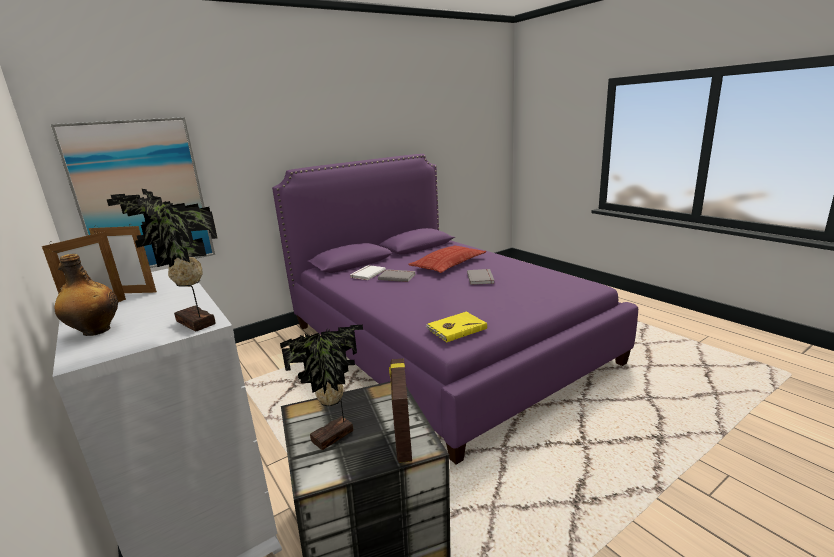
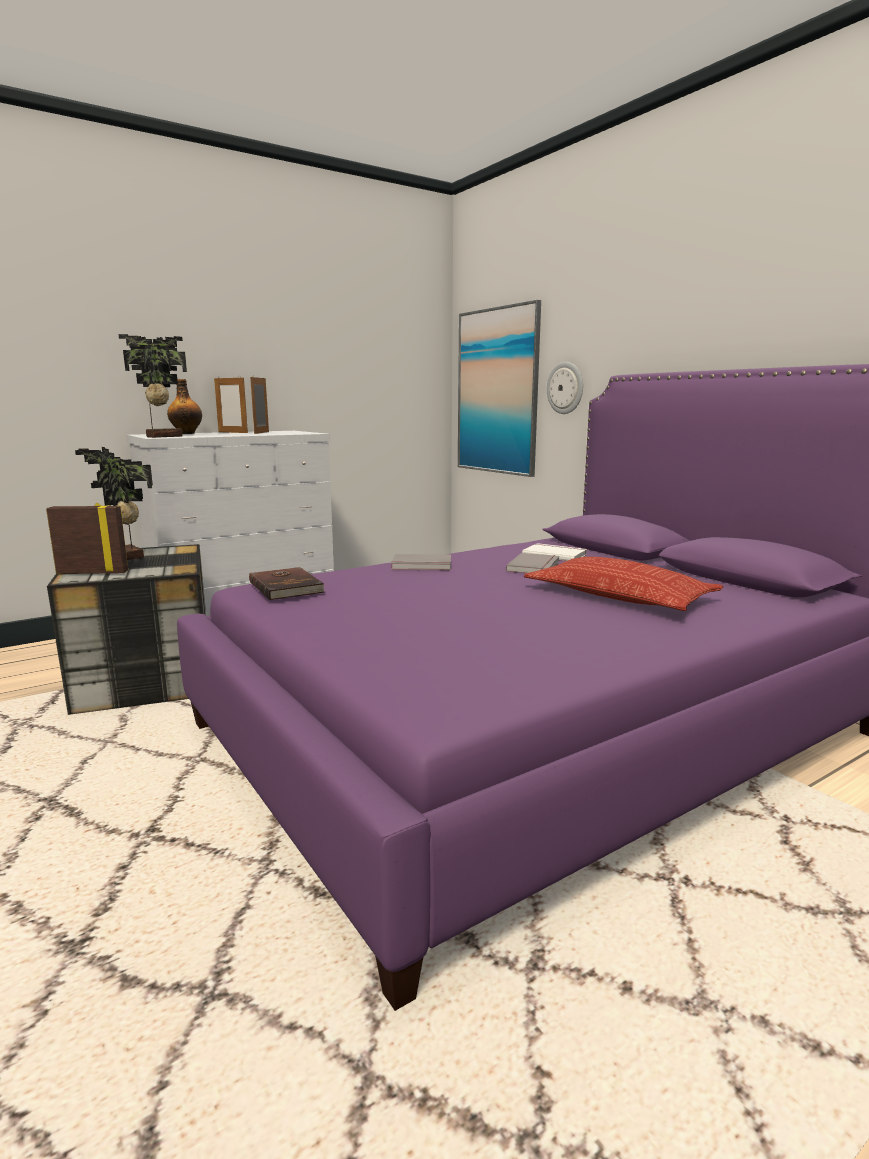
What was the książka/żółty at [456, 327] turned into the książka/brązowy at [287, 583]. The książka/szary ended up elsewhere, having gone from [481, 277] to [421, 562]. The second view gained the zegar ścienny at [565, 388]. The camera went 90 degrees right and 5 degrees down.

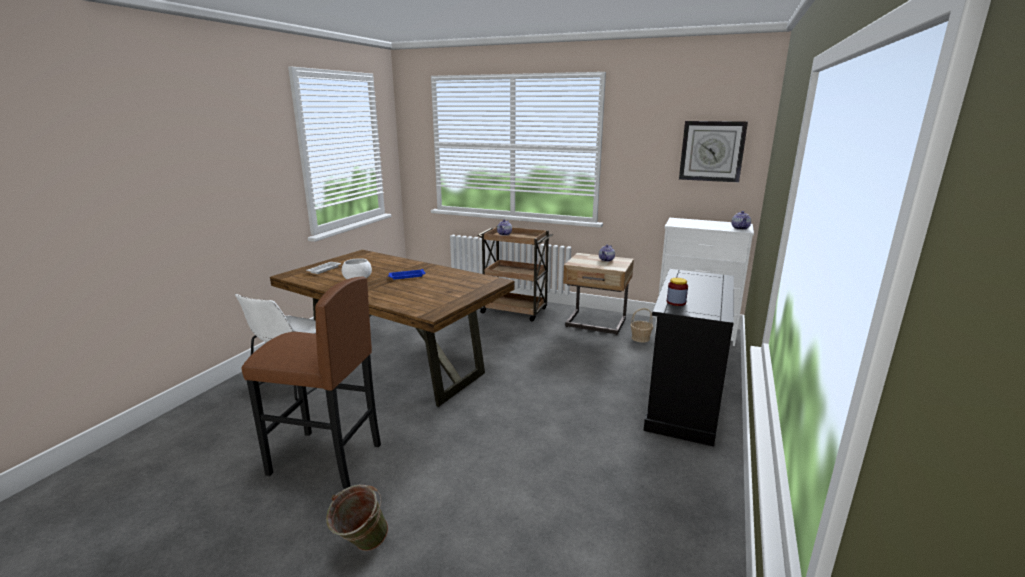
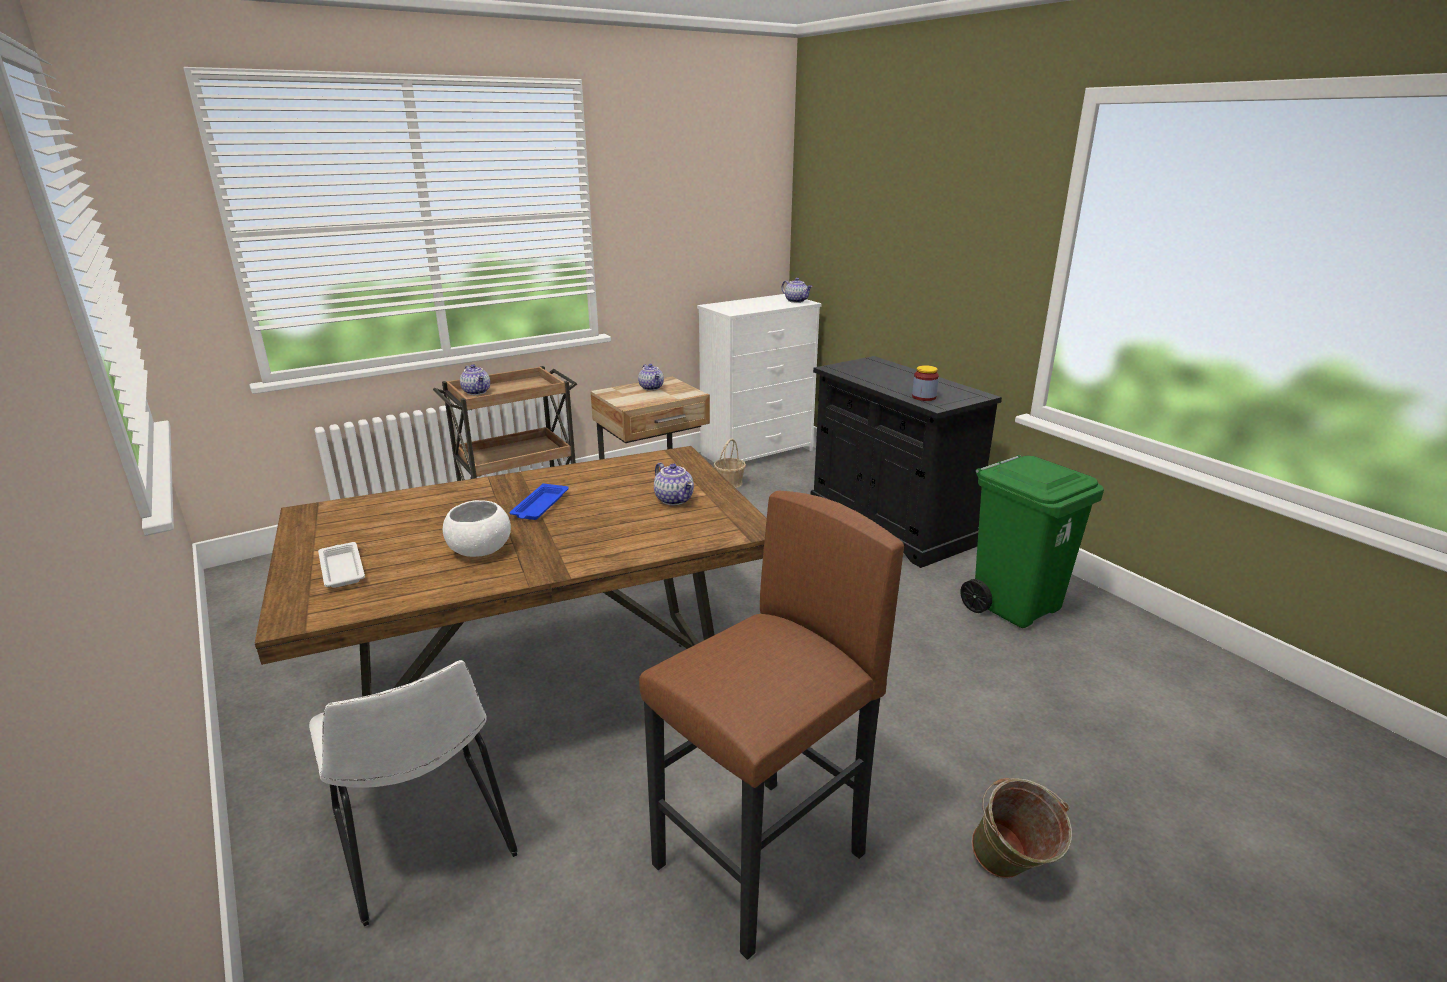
The second view lost the zegar ścienny at [713, 151]. The second view gained the imbryk at [674, 483]. The second view gained the kosz na śmieci/zielony at [1032, 541]. The camera went 55 degrees left and 5 degrees up.

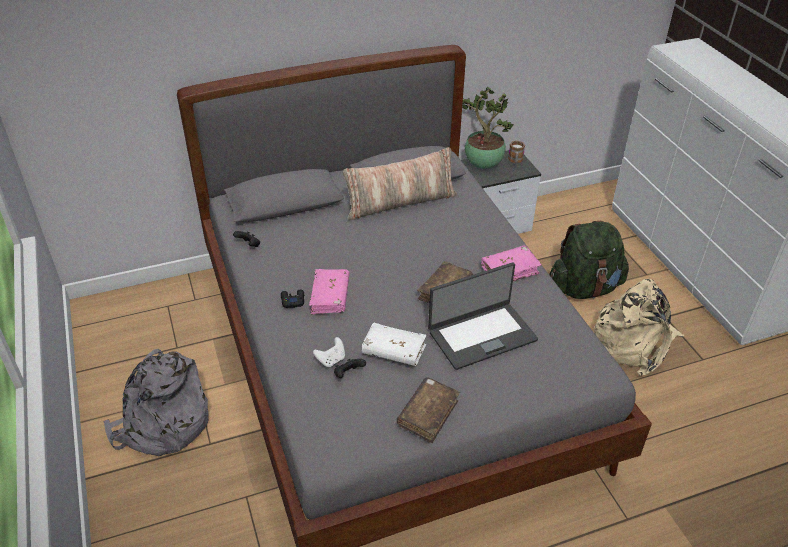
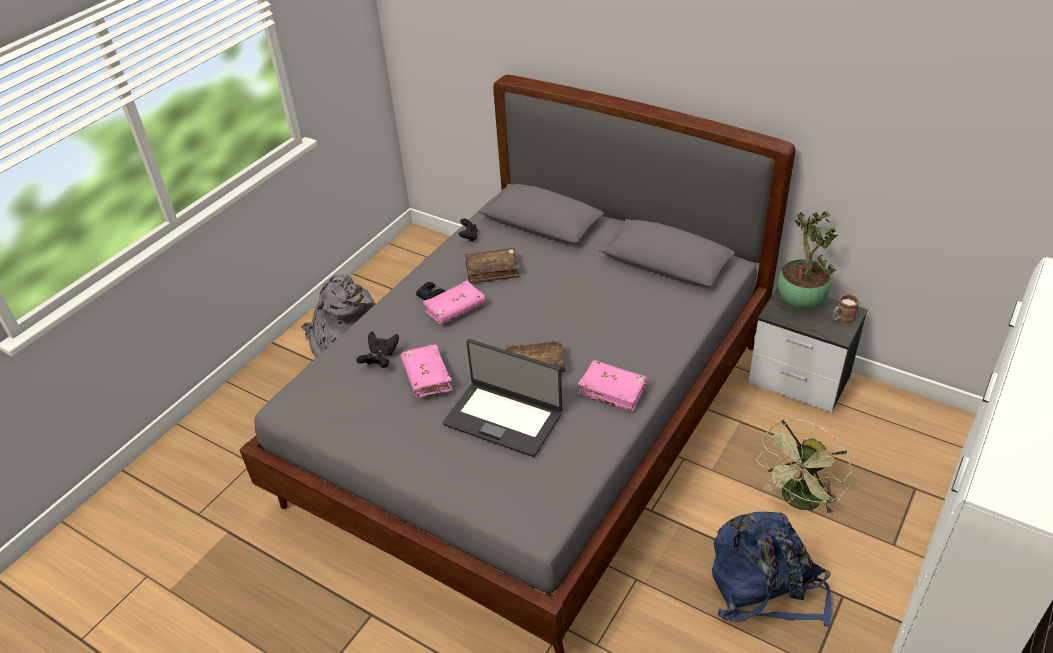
What was the pad do gier/biały at [329, 352] turned into the pad do gier/czarny at [383, 343]. The second view lost the poduszka at [400, 183]. What was the książka/biały at [394, 344] turned into the książka/różowy at [426, 370]. The książka/brązowy ended up elsewhere, having gone from [428, 410] to [492, 266]. Where the plecak/zielony stood at [589, 260], the wentylator/zielony came to stand at [804, 467]. What was the plecak/beżowy at [639, 327] turned into the plecak/niebieski at [772, 570]. The camera went 55 degrees right and 0 degrees up.

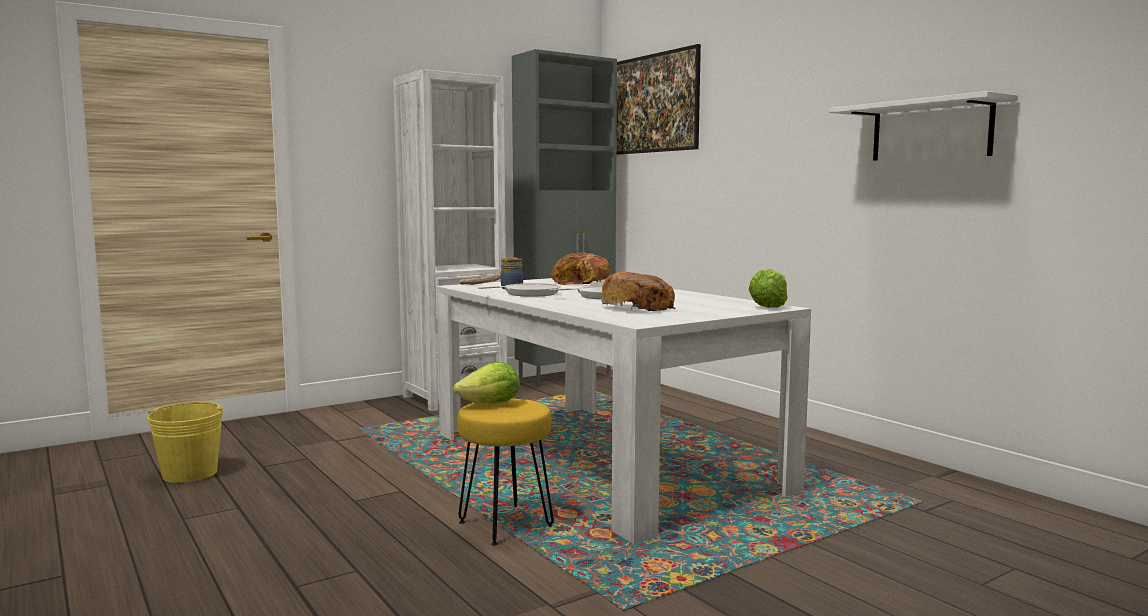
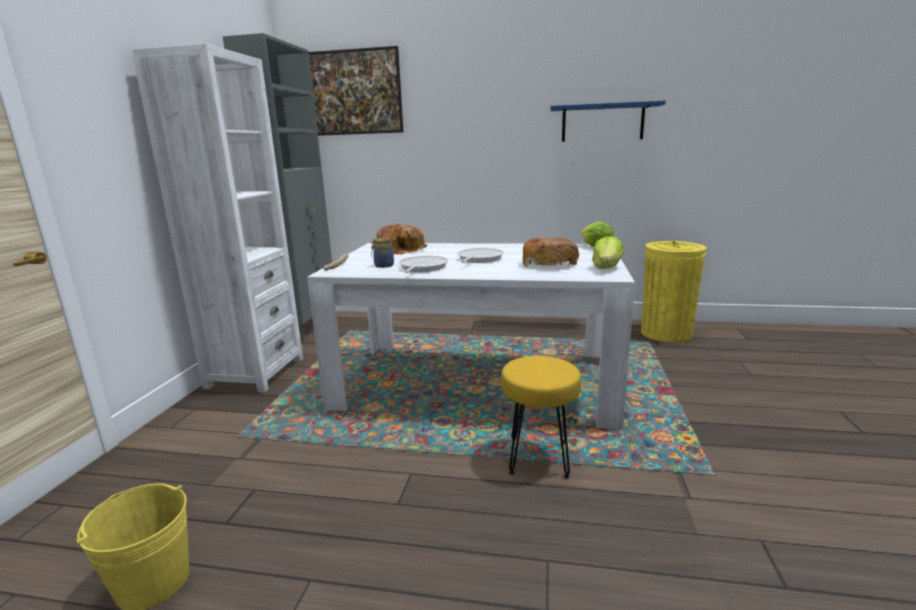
The sałata ended up elsewhere, having gone from [487, 383] to [608, 252]. What was the półka/biały at [923, 126] turned into the półka/niebieski at [608, 121]. The second view gained the kosz na śmieci/żółty at [674, 292]. The camera went 45 degrees left and 10 degrees up.

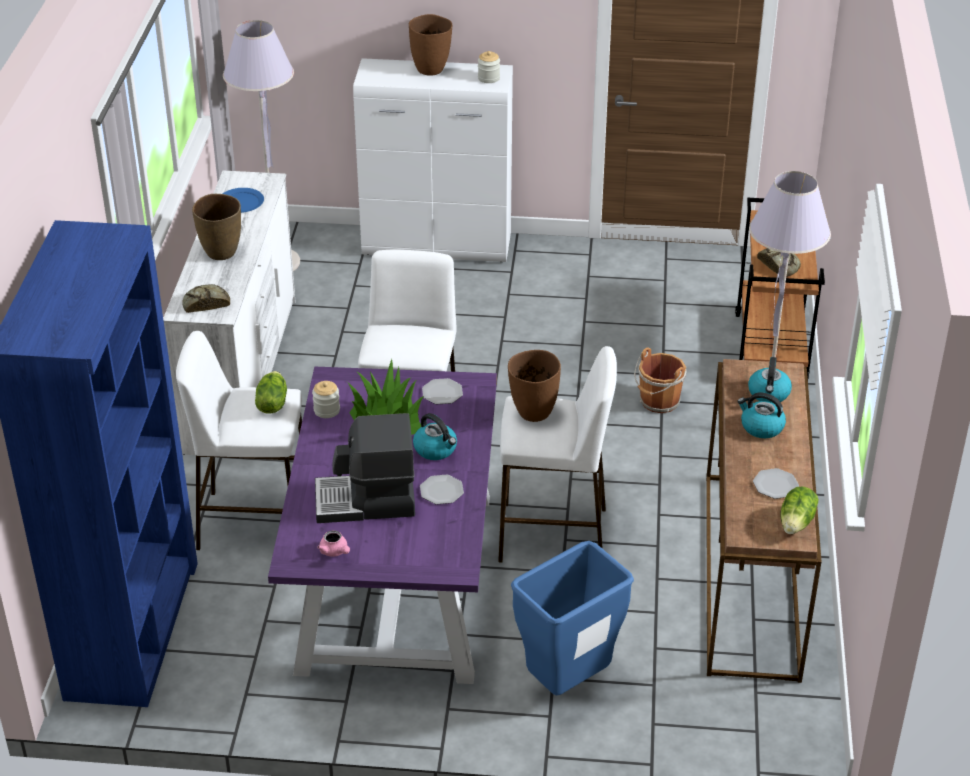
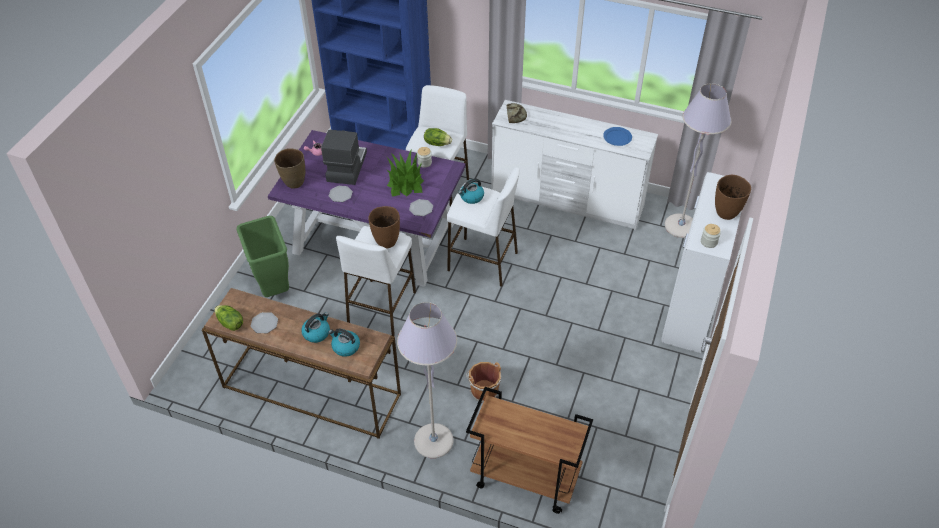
The wazon/brązowy ended up elsewhere, having gone from [216, 227] to [289, 168]. The czajnik ended up elsewhere, having gone from [435, 436] to [471, 191]. What was the kosz na śmieci/niebieski at [572, 618] turned into the kosz na śmieci/zielony at [262, 256]. The second view lost the chleb at [779, 262]. The camera went 105 degrees right and 10 degrees up.

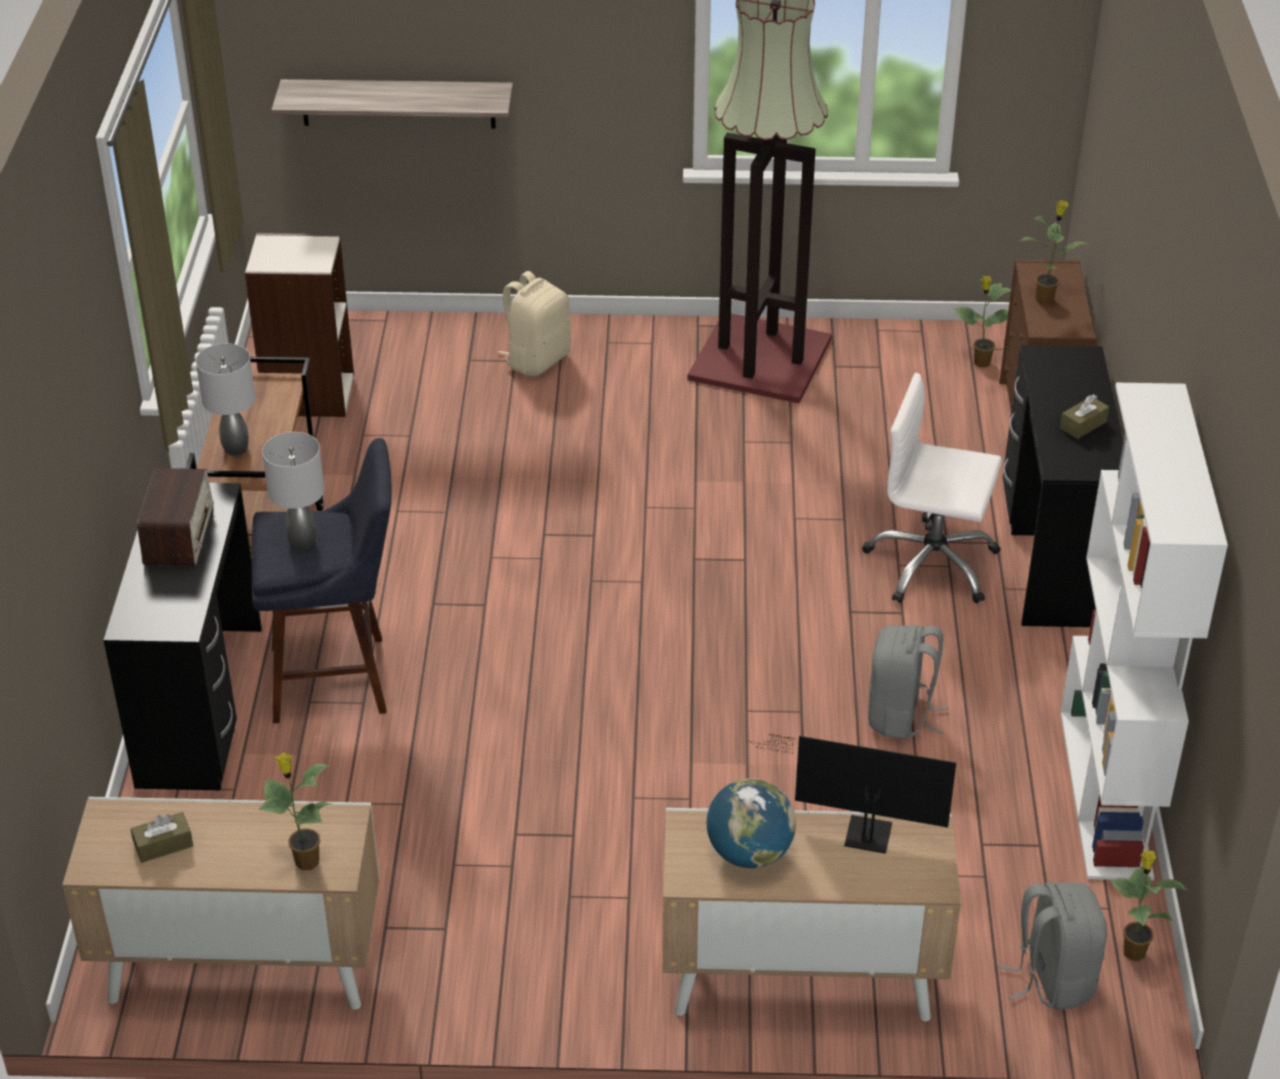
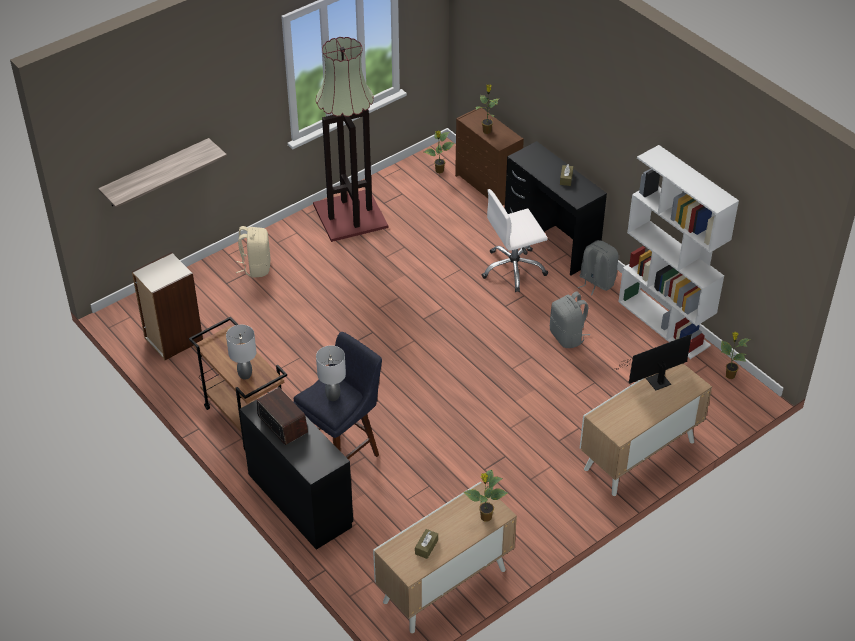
The second view lost the globus at [751, 823]. The plecak/szary ended up elsewhere, having gone from [1053, 946] to [598, 267]. The camera went 40 degrees left and 5 degrees up.

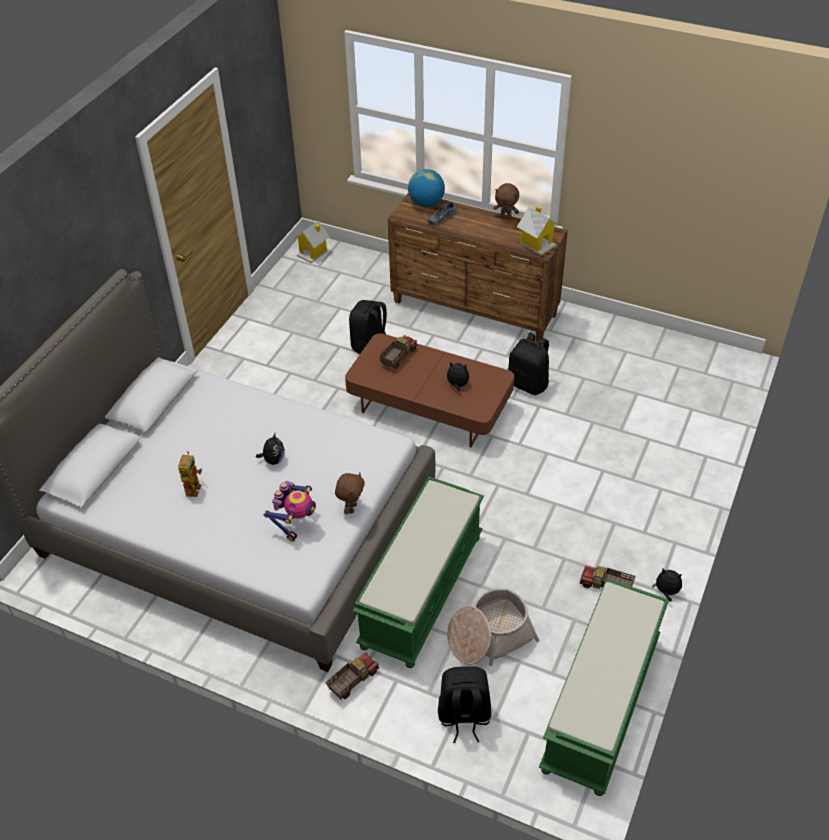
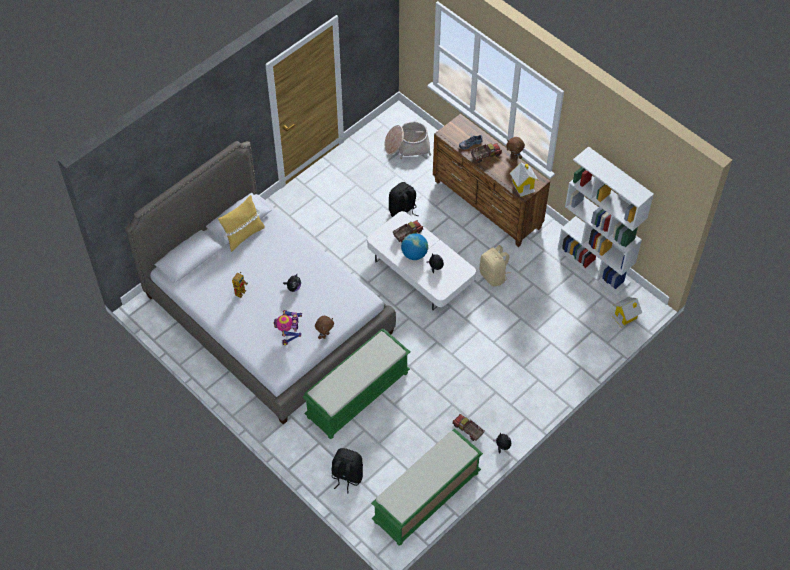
The robot zabawkowy at [289, 511] ended up facing another way, 135 degrees clockwise from before. The domek ended up elsewhere, having gone from [312, 242] to [627, 312]. The ciężarówka zabawkowa ended up elsewhere, having gone from [352, 676] to [486, 153]. What was the ława/brązowy at [429, 390] turned into the ława/biały at [421, 260]. The globus ended up elsewhere, having gone from [426, 188] to [414, 246]. The koszyk ended up elsewhere, having gone from [493, 627] to [408, 140]. What was the plecak/czarny at [528, 364] turned into the plecak/beżowy at [495, 265]. The second view gained the poduszka/żółty at [241, 223]. The second view gained the regał/biały at [606, 221]. The camera went 20 degrees right and 10 degrees up.

